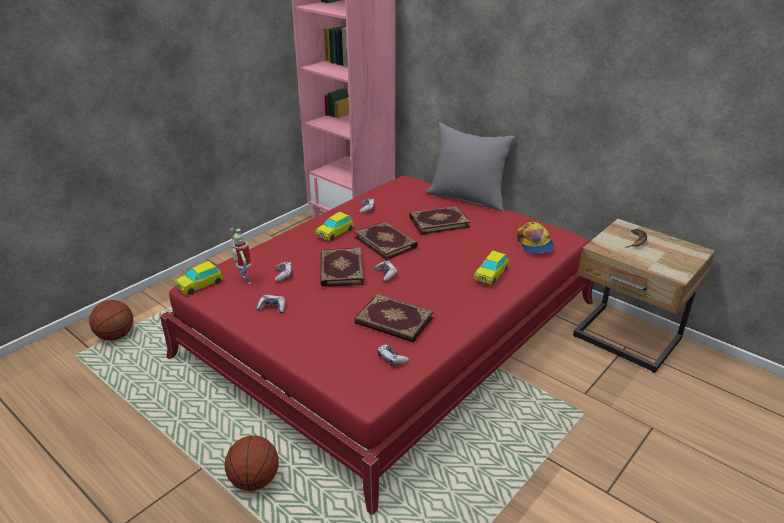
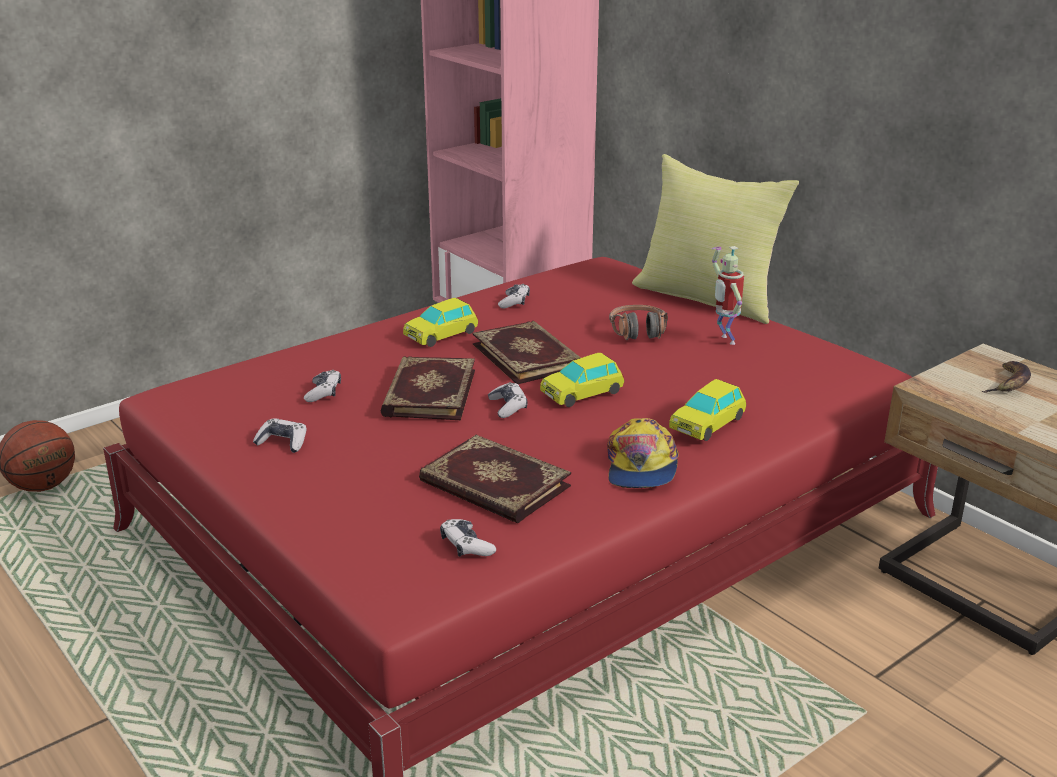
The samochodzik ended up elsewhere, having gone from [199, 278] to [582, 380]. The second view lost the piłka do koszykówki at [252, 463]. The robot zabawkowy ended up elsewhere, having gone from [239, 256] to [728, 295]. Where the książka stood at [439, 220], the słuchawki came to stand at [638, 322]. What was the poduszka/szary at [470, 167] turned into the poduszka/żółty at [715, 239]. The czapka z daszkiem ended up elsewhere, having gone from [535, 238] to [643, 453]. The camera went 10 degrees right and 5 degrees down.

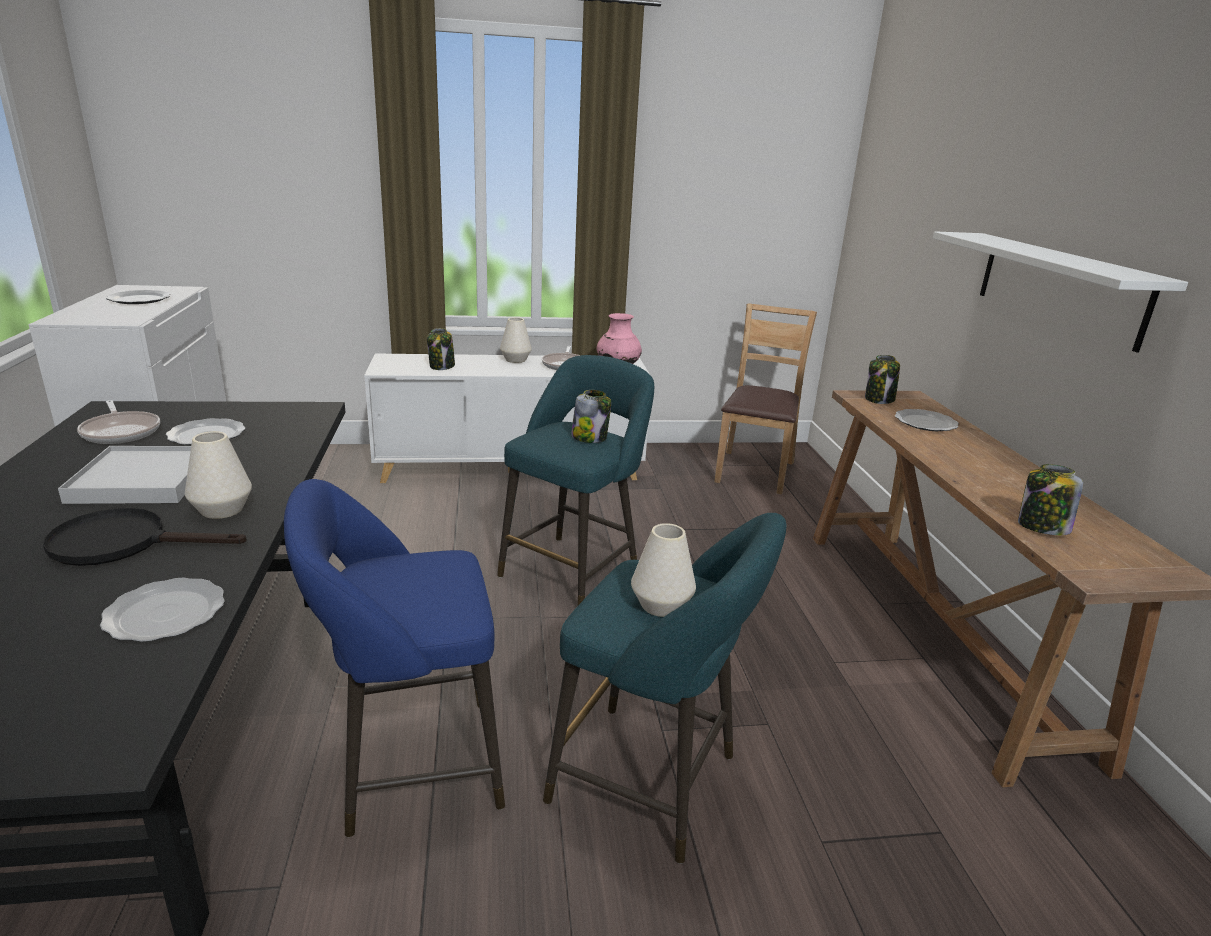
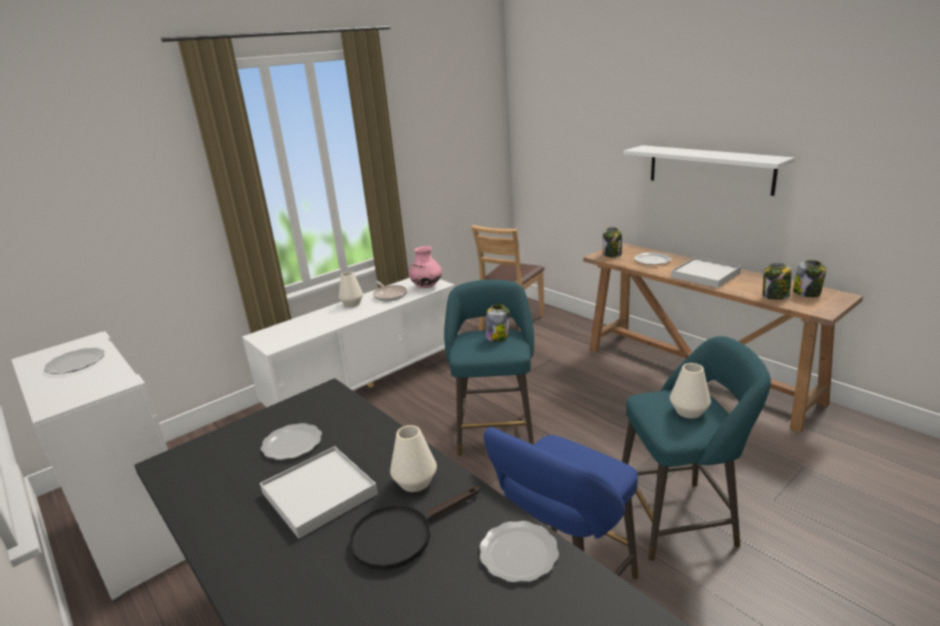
The second view lost the patelnia at [118, 422]. The słoik ended up elsewhere, having gone from [441, 349] to [809, 278]. The krzesło/brązowy at [765, 399] ended up facing another way, 135 degrees counterclockwise from before. The second view gained the taca/biały at [706, 272]. The camera went 30 degrees left and 0 degrees up.

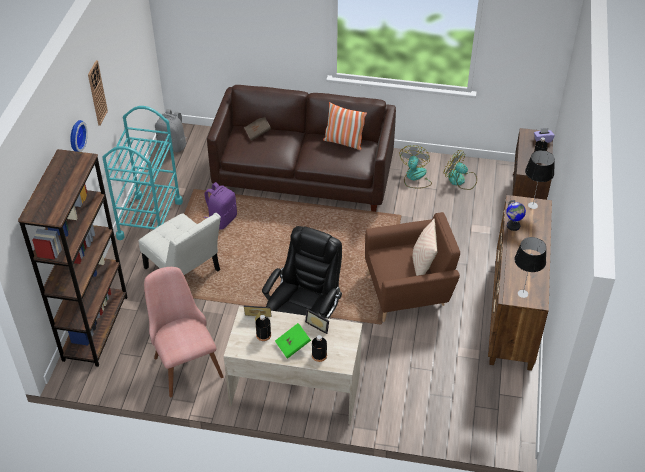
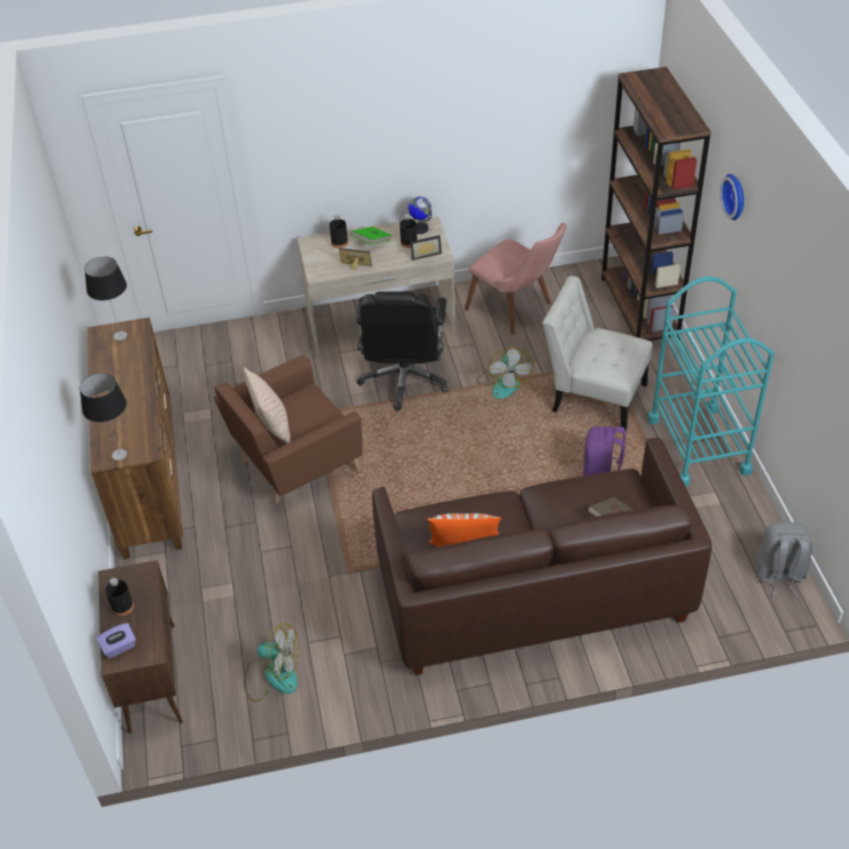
The second view lost the zegar ścienny at [98, 93]. The wentylator ended up elsewhere, having gone from [416, 166] to [505, 373]. The globus ended up elsewhere, having gone from [516, 215] to [420, 215]. The camera went 160 degrees right and 0 degrees up.

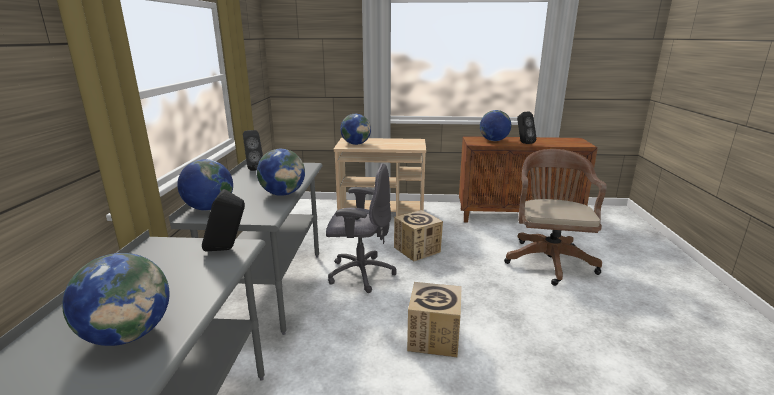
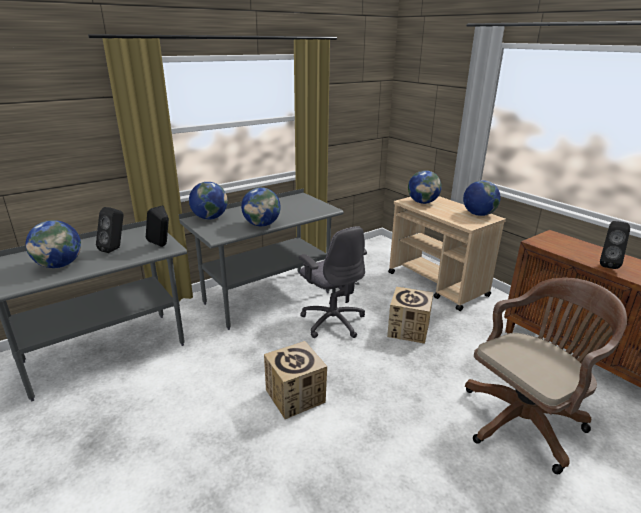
The głośnik/czarny ended up elsewhere, having gone from [253, 150] to [109, 230]. The globus ended up elsewhere, having gone from [495, 125] to [482, 198]. The camera went 50 degrees right and 5 degrees up.

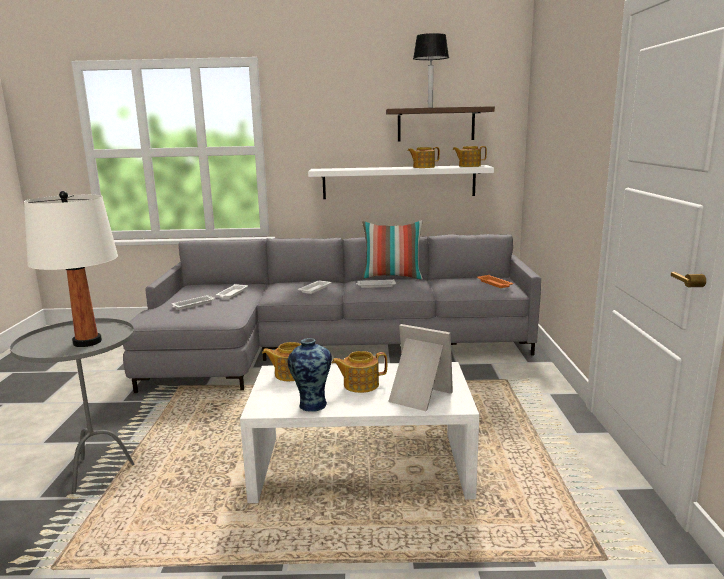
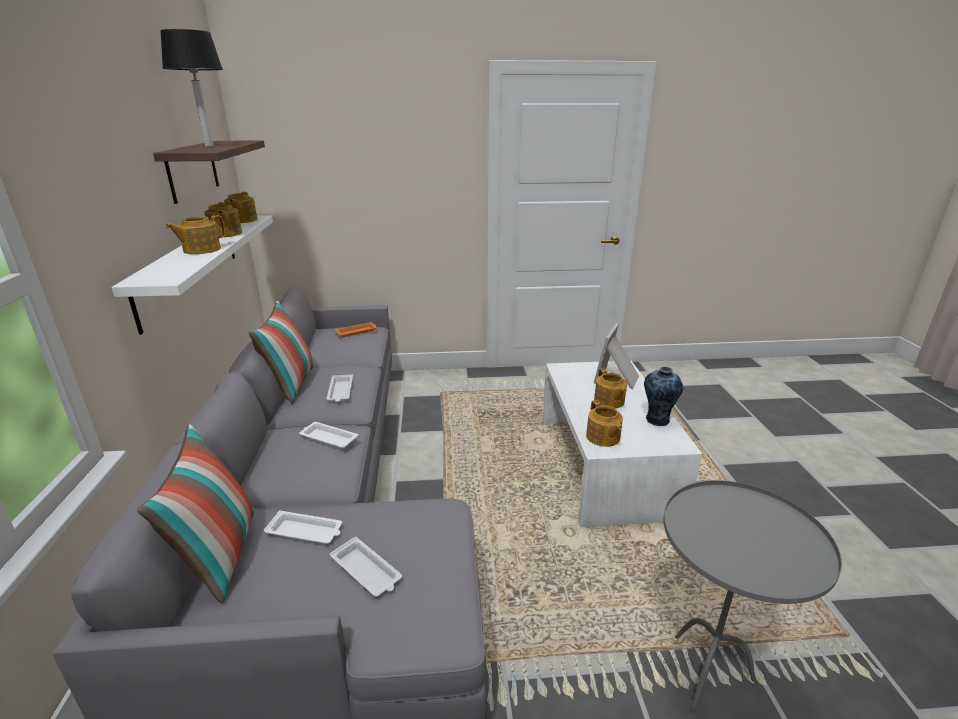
The second view lost the lampa stołowa/biały at [71, 269]. The second view gained the poduszka at [196, 514]. The second view gained the imbryk at [195, 234]. The camera went 95 degrees left and 10 degrees up.

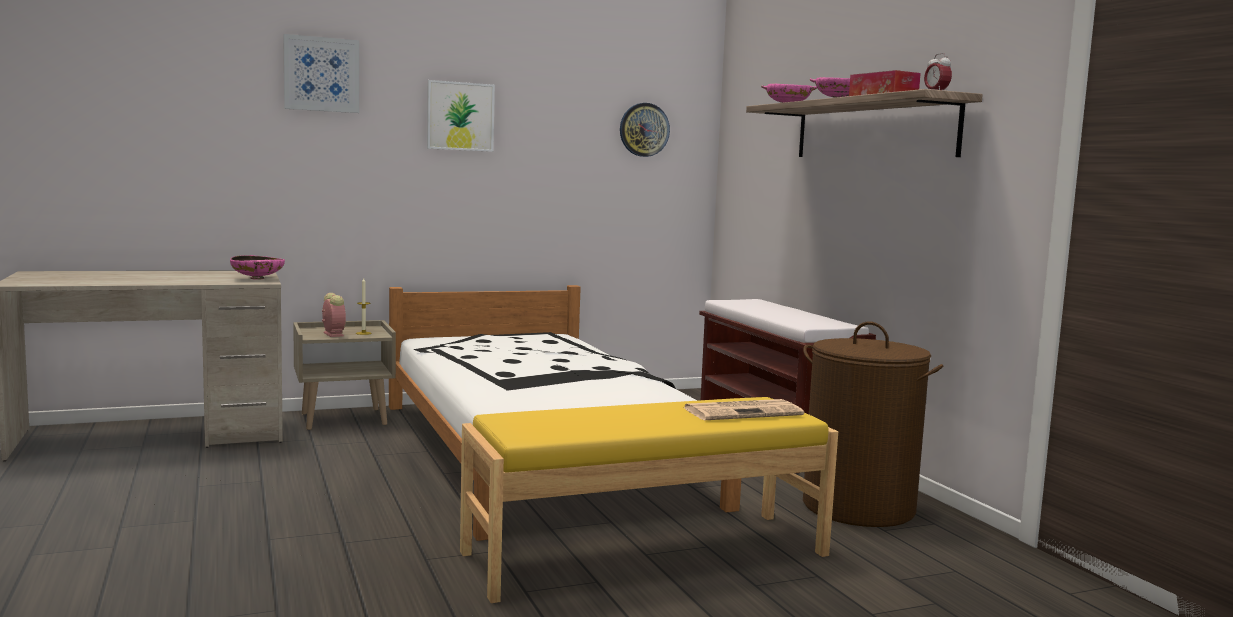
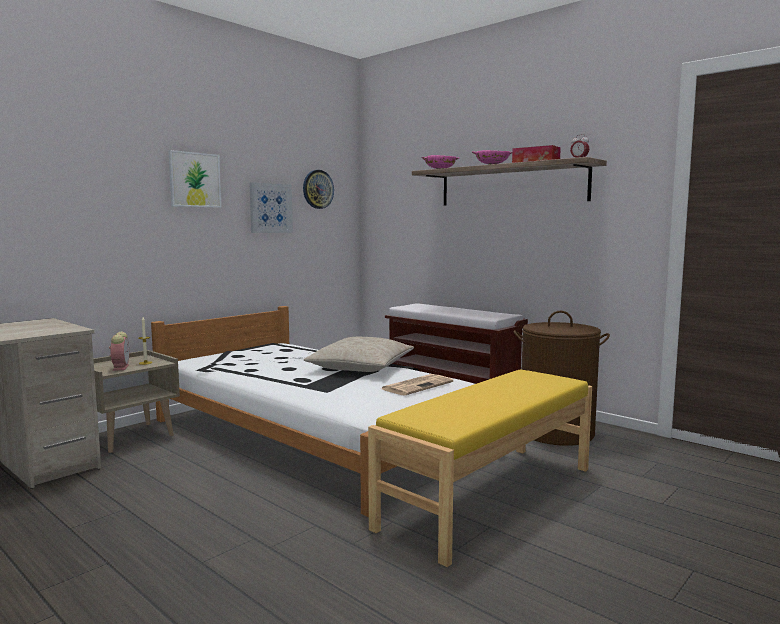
The second view lost the miska/różowy at [257, 267]. The obraz ended up elsewhere, having gone from [321, 73] to [271, 207]. The budzik at [334, 315] ended up facing another way, 45 degrees clockwise from before. The gazeta ended up elsewhere, having gone from [743, 409] to [417, 384]. The second view gained the poduszka/beżowy at [359, 354]. The camera went 25 degrees left and 0 degrees up.

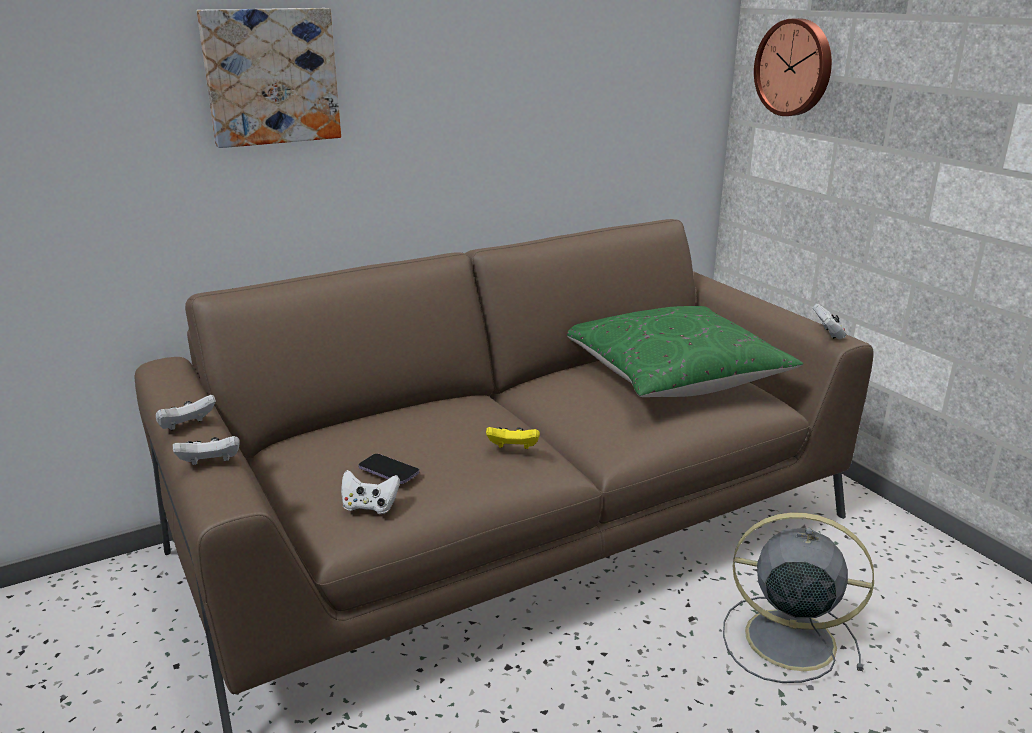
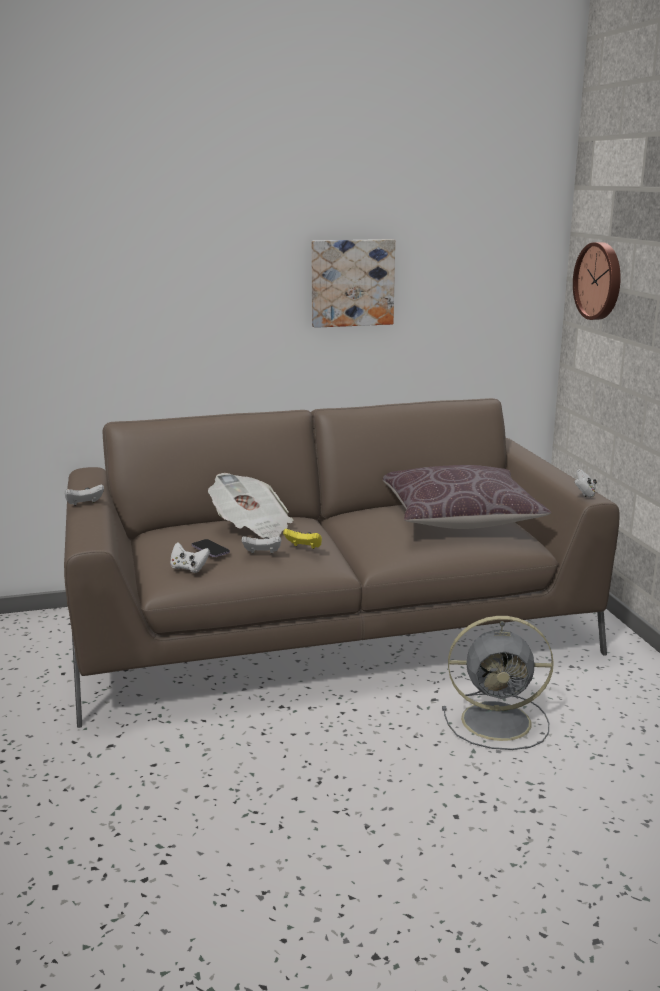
The pad do gier/biały ended up elsewhere, having gone from [206, 450] to [261, 544]. The obraz ended up elsewhere, having gone from [269, 78] to [353, 283]. What was the poduszka/zielony at [685, 351] turned into the poduszka/brązowy at [467, 497]. The wentylator/szary at [798, 598] ended up facing another way, 150 degrees clockwise from before. The second view gained the gazeta at [250, 506]. The camera went 15 degrees right and 5 degrees down.

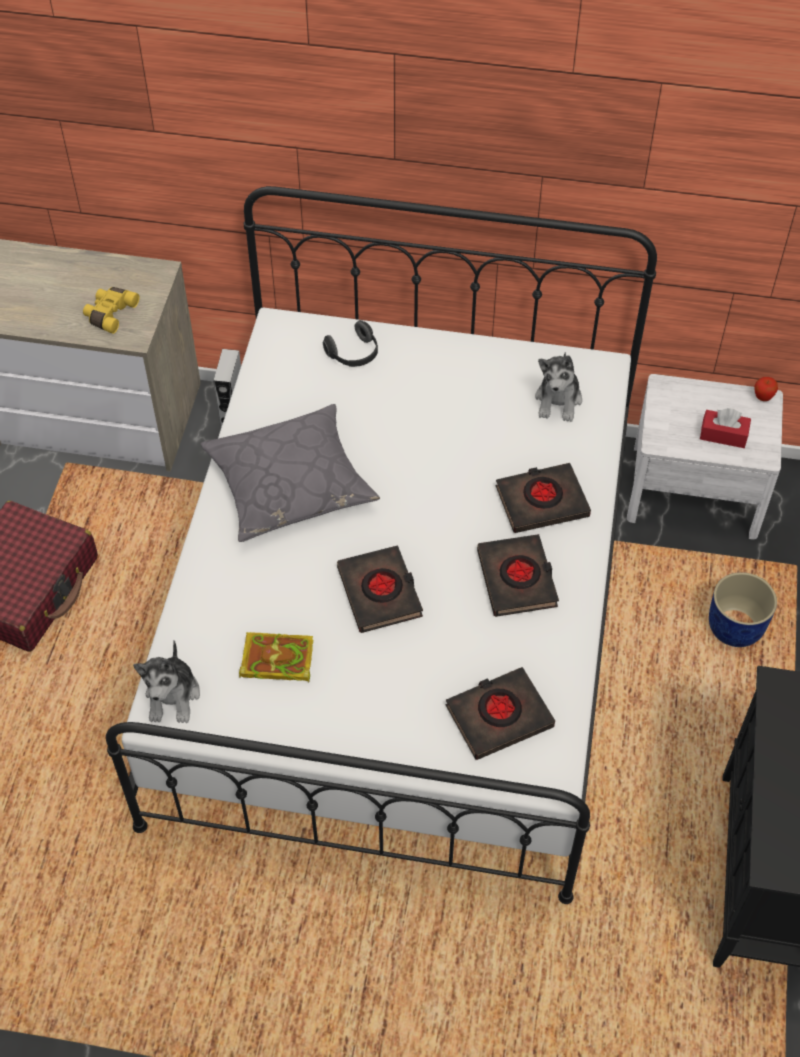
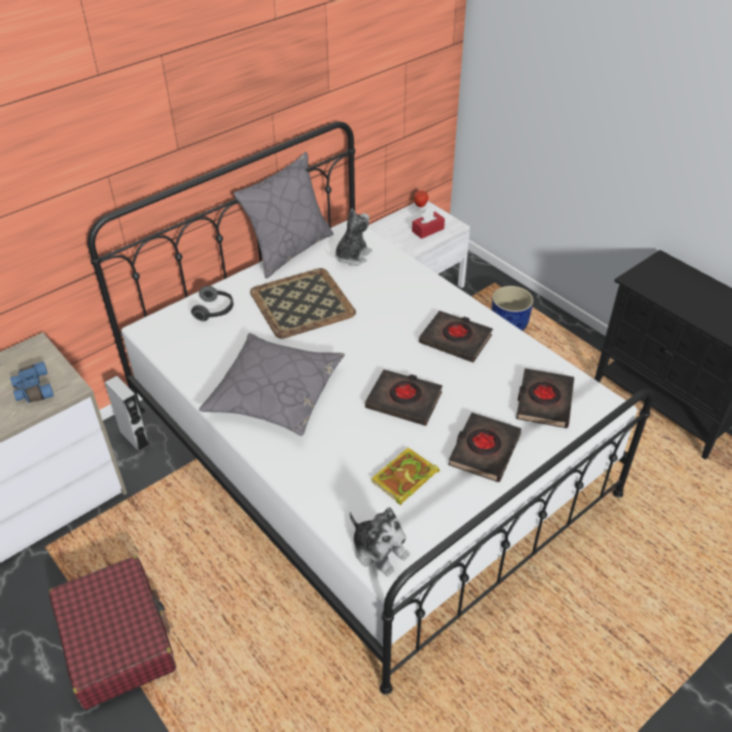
What was the lornetka/żółty at [111, 310] turned into the lornetka/niebieski at [32, 381]. The książka/czarny ended up elsewhere, having gone from [543, 498] to [484, 447]. The pluszak at [558, 387] ended up facing another way, 105 degrees counterclockwise from before. The second view gained the poduszka/szary at [283, 215]. The second view gained the taca at [303, 303]. The camera went 50 degrees left and 10 degrees down.

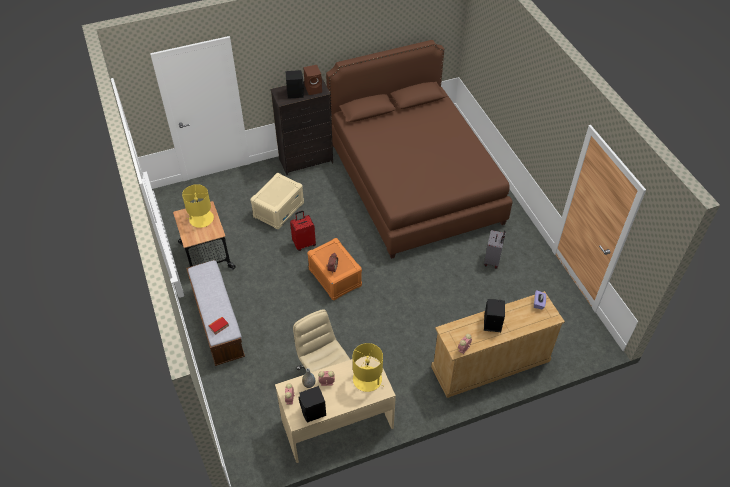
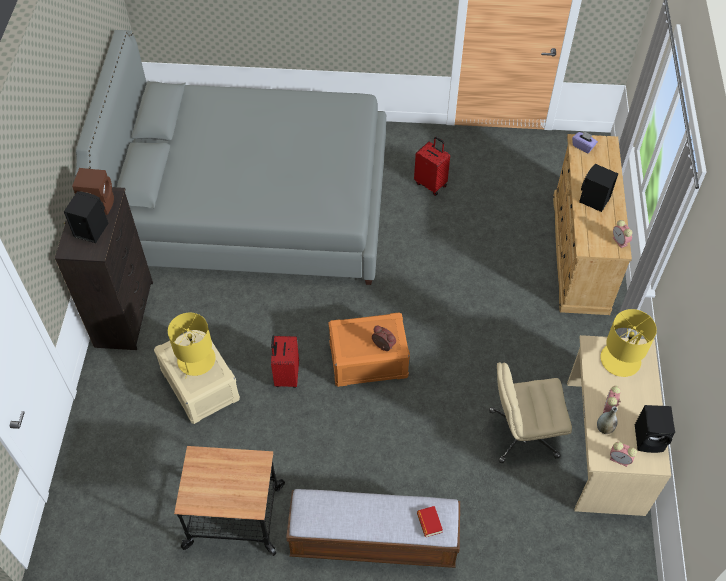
The lampa stołowa/żółty ended up elsewhere, having gone from [198, 206] to [192, 346]. What was the łóżko/brązowy at [419, 149] turned into the łóżko/szary at [230, 157]. What was the walizka/szary at [495, 249] turned into the walizka/czerwony at [432, 166]. The camera went 65 degrees left and 5 degrees up.

